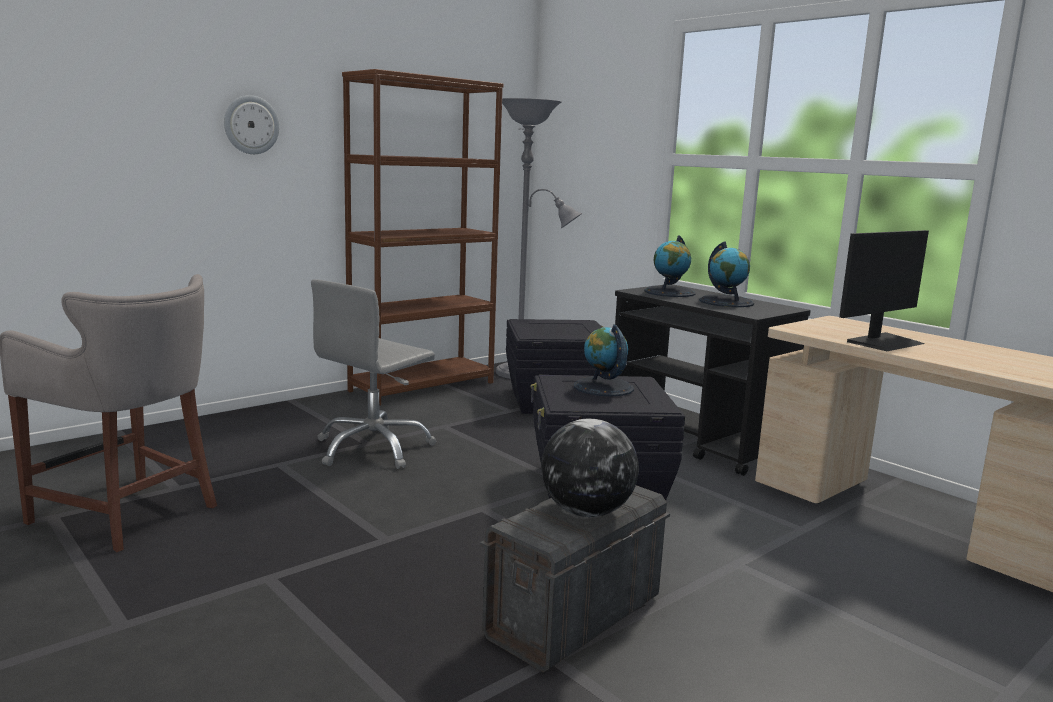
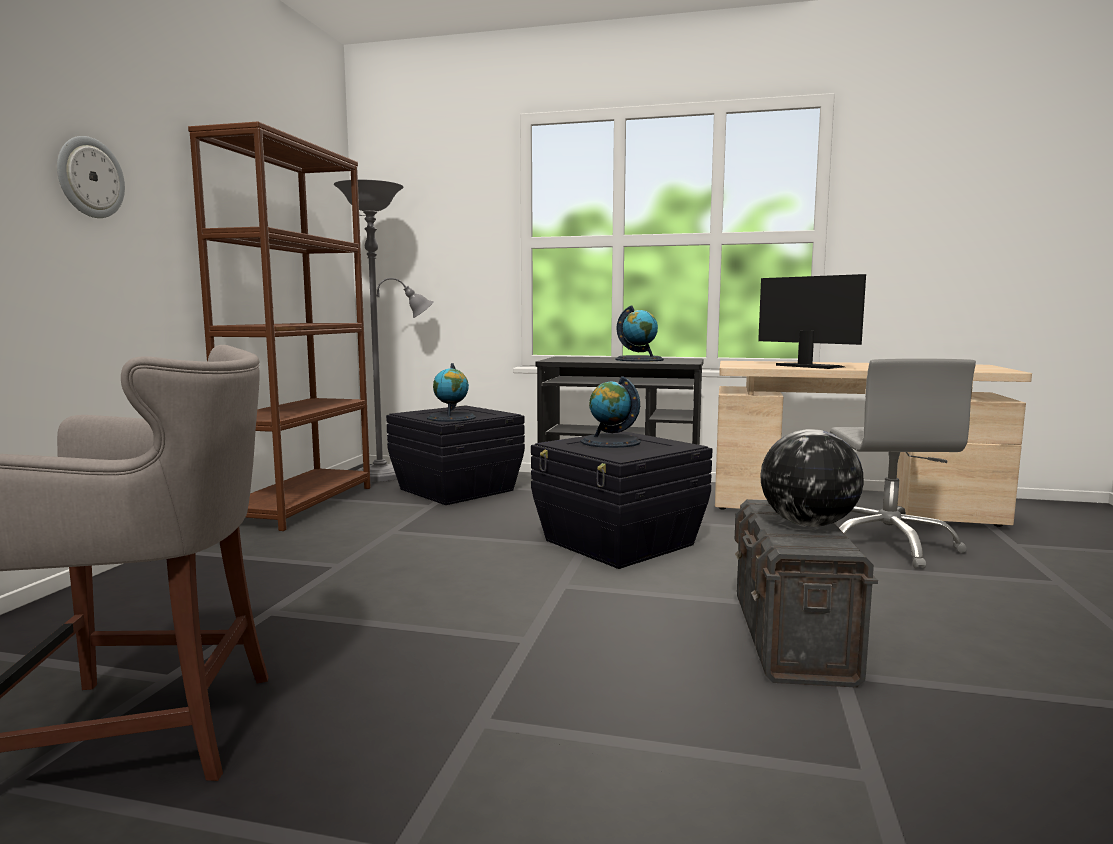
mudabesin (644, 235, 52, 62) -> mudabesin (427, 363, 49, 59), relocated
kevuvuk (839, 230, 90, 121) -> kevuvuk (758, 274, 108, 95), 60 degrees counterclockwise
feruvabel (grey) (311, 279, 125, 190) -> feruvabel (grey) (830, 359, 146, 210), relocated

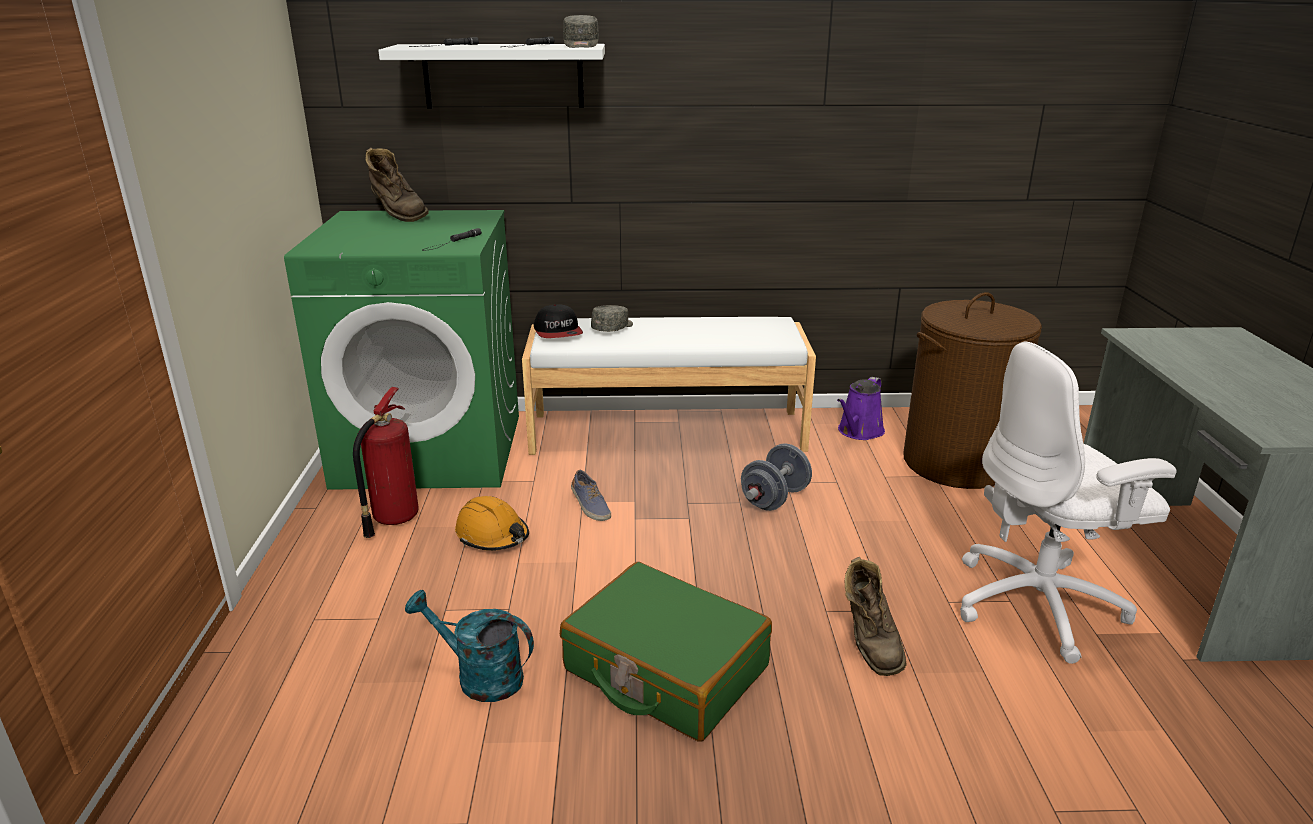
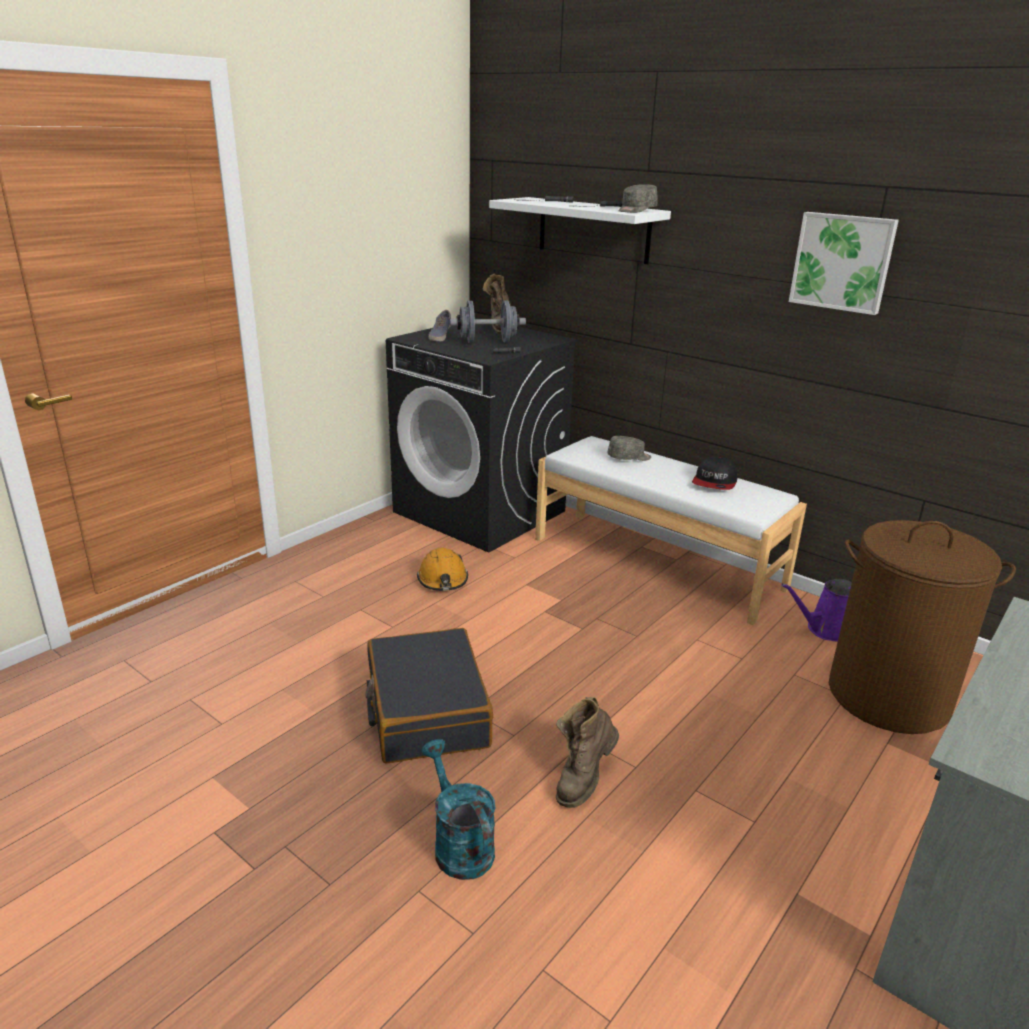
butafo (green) (560, 562, 212, 180) -> butafo (black) (365, 628, 128, 136)
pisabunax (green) (284, 210, 235, 280) -> pisabunax (black) (386, 318, 192, 235)
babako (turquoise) (405, 590, 129, 112) -> babako (turquoise) (421, 739, 75, 141), relocated
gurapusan (571, 470, 40, 51) -> gurapusan (429, 310, 22, 32), relocated
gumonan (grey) (741, 443, 71, 68) -> gumonan (grey) (450, 300, 76, 43), relocated
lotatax (534, 304, 49, 34) -> lotatax (692, 457, 46, 33), relocated
none -> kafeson (789, 212, 110, 103)
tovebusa (353, 387, 66, 151) -> none
feruvabel (white) (960, 341, 216, 323) -> none

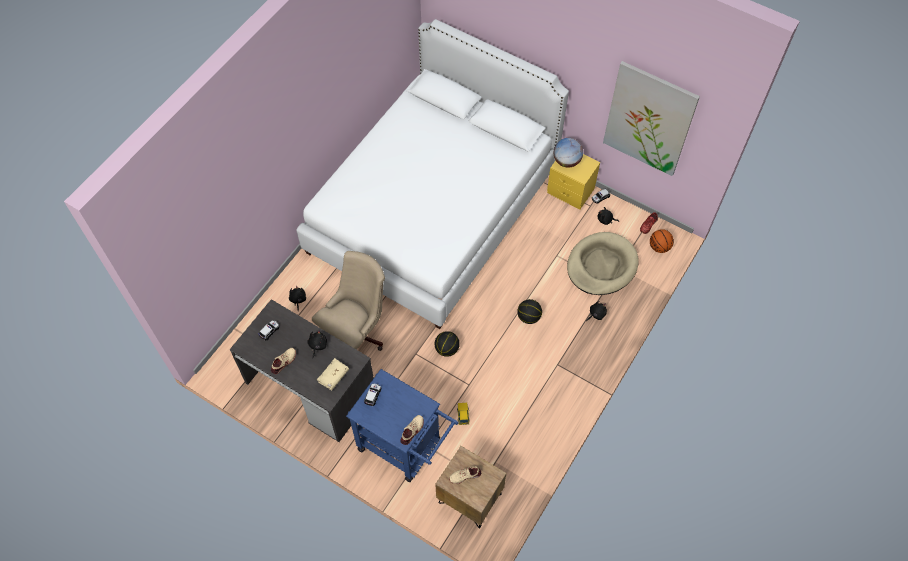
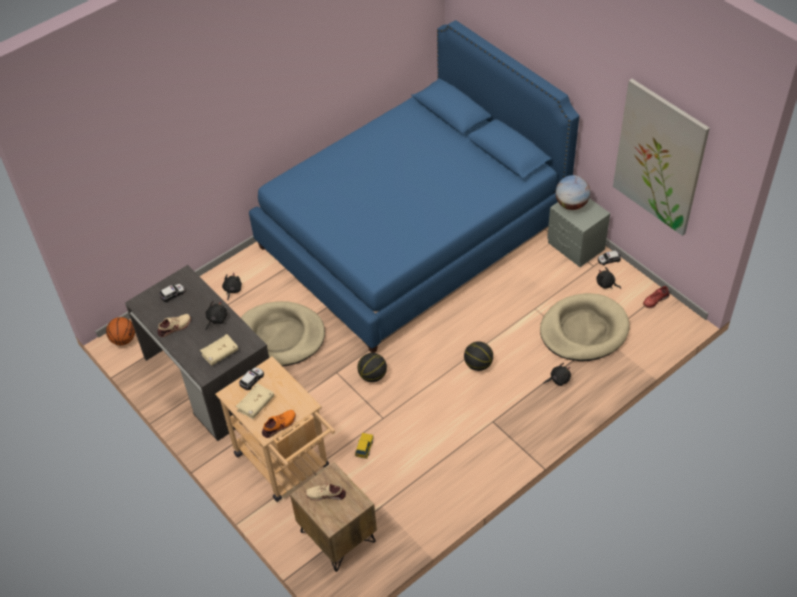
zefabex (650, 229, 24, 24) -> zefabex (106, 317, 29, 28), relocated
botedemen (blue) (346, 369, 112, 113) -> botedemen (beige) (215, 356, 120, 146)
none -> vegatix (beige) (235, 383, 39, 36)
feruvabel (beige) (312, 251, 73, 100) -> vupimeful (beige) (241, 301, 84, 65)
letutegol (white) (296, 19, 273, 310) -> letutegol (blue) (249, 20, 330, 333)
gurapusan (beige) (400, 415, 24, 30) -> gurapusan (orange) (262, 410, 34, 28)
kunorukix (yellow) (547, 154, 53, 55) -> kunorukix (grey) (547, 199, 63, 68)

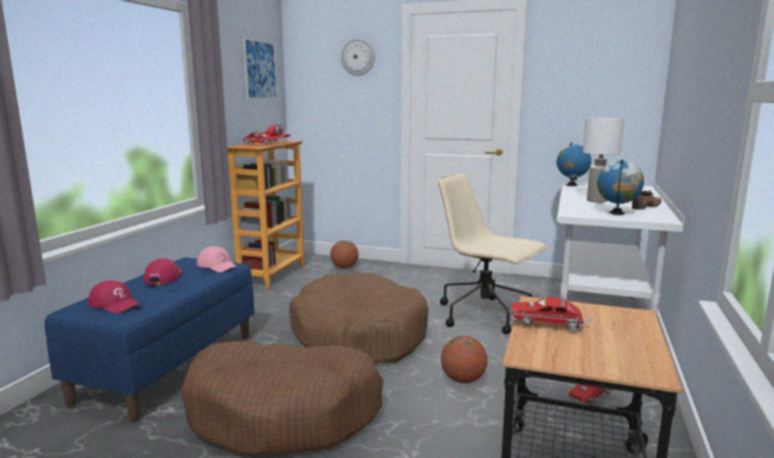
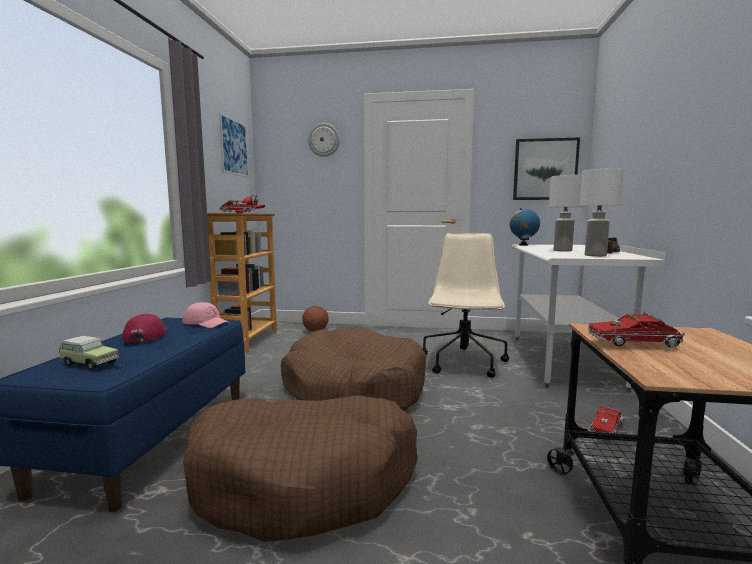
lotatax (red) (88, 280, 53, 33) -> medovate (59, 336, 60, 34)
feruvabel (beige) (438, 173, 109, 161) -> feruvabel (beige) (422, 233, 88, 145), 75 degrees clockwise
none -> kafeson (513, 138, 67, 62)
mudabesin (597, 160, 47, 55) -> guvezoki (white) (580, 168, 44, 89)
zefabex (441, 336, 47, 47) -> none

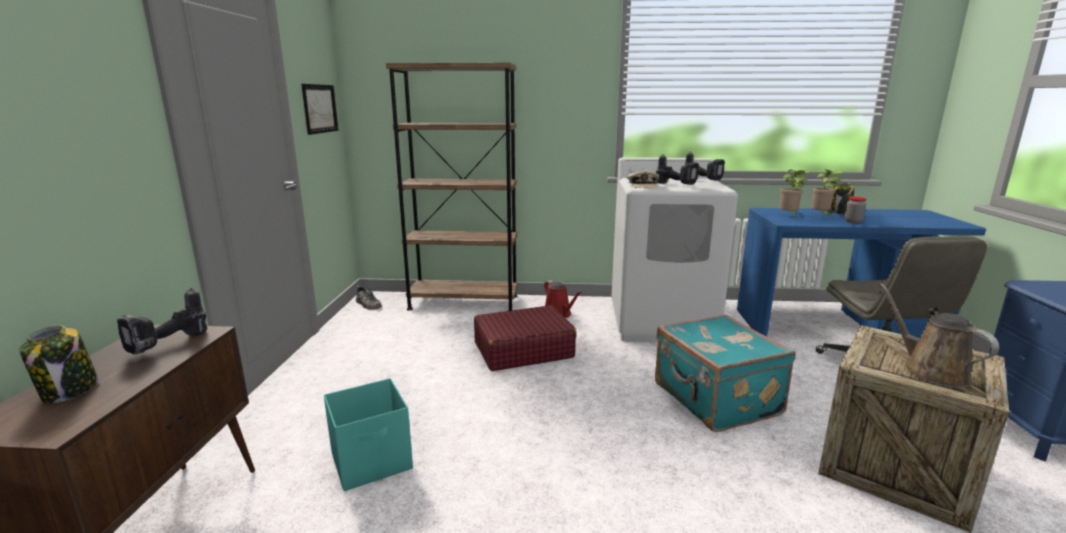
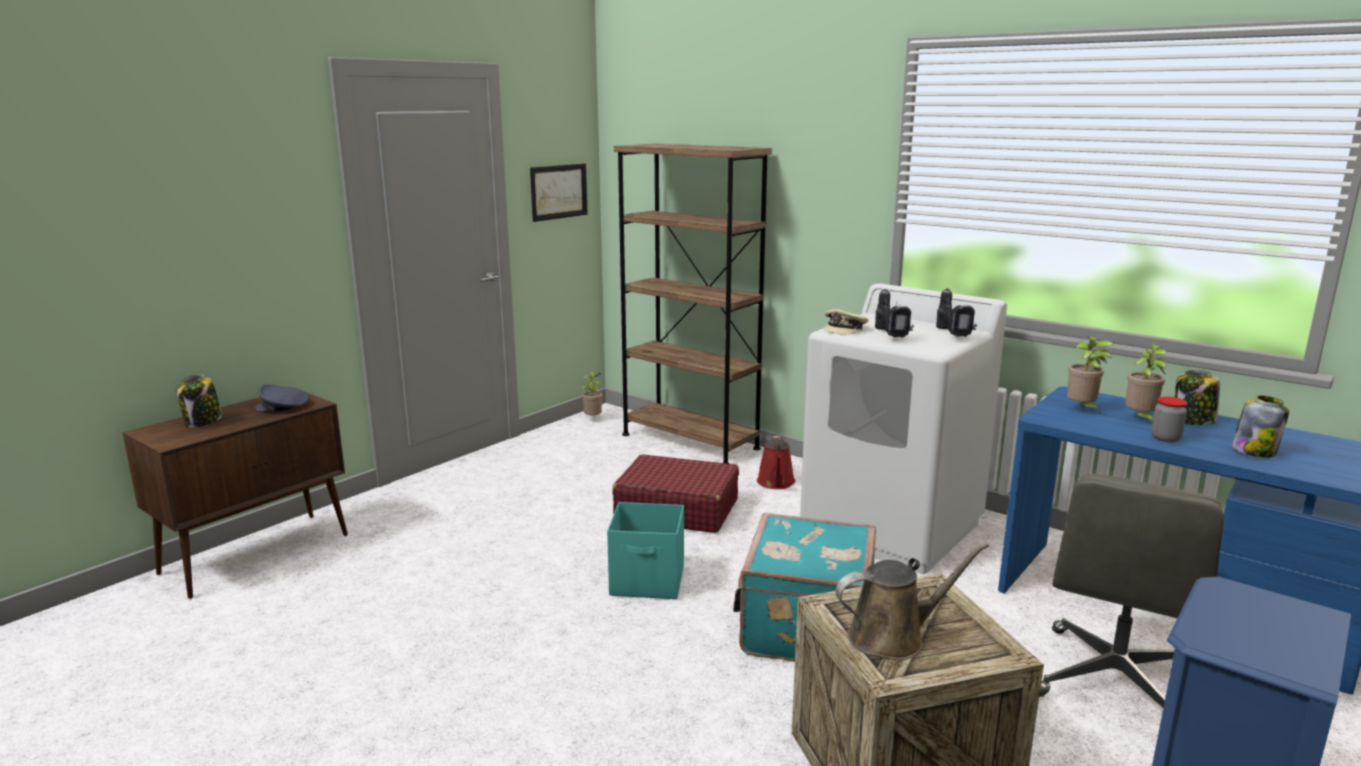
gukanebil (117, 288, 90, 67) -> lotatax (grey) (256, 384, 53, 28)
gurapusan (356, 286, 26, 24) -> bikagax (581, 372, 22, 43)
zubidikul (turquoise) (324, 378, 89, 113) -> zubidikul (turquoise) (607, 502, 77, 97), relocated
babako (brown) (879, 283, 120, 105) -> babako (brown) (836, 543, 153, 117), 60 degrees clockwise
none -> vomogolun (1232, 395, 57, 63)

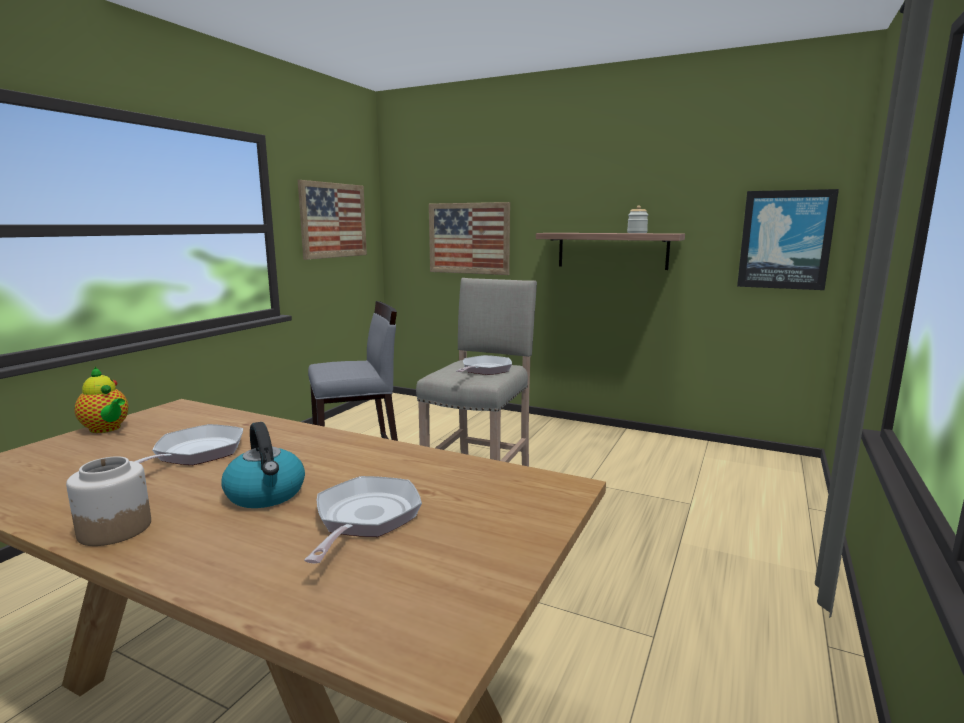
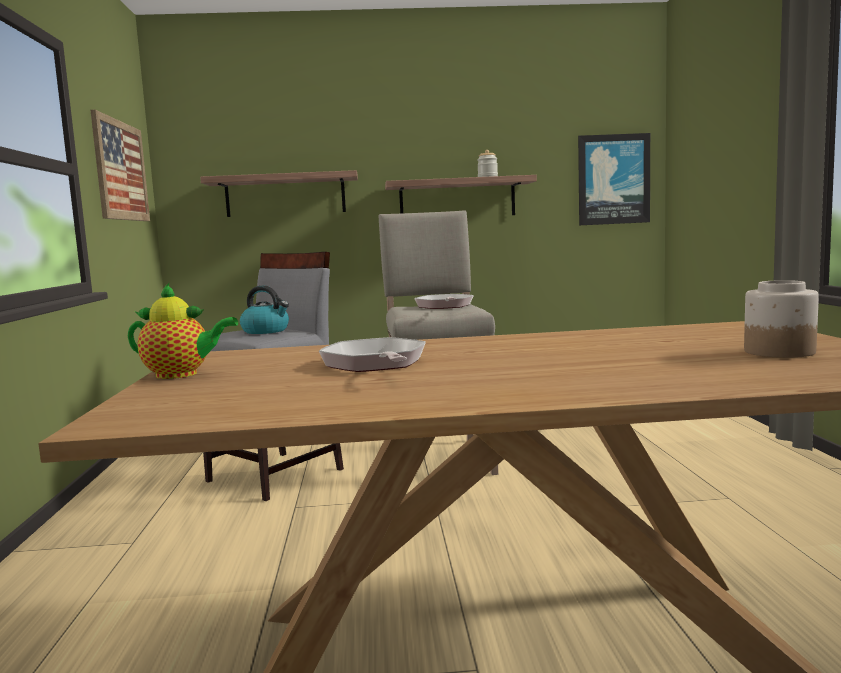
kafeson (429, 202, 81, 73) -> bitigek (200, 170, 158, 47)
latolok (222, 422, 83, 86) -> latolok (240, 286, 49, 48), relocated
vomogolun (66, 456, 85, 90) -> vomogolun (744, 280, 75, 78), relocated
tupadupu (304, 476, 118, 87) -> none

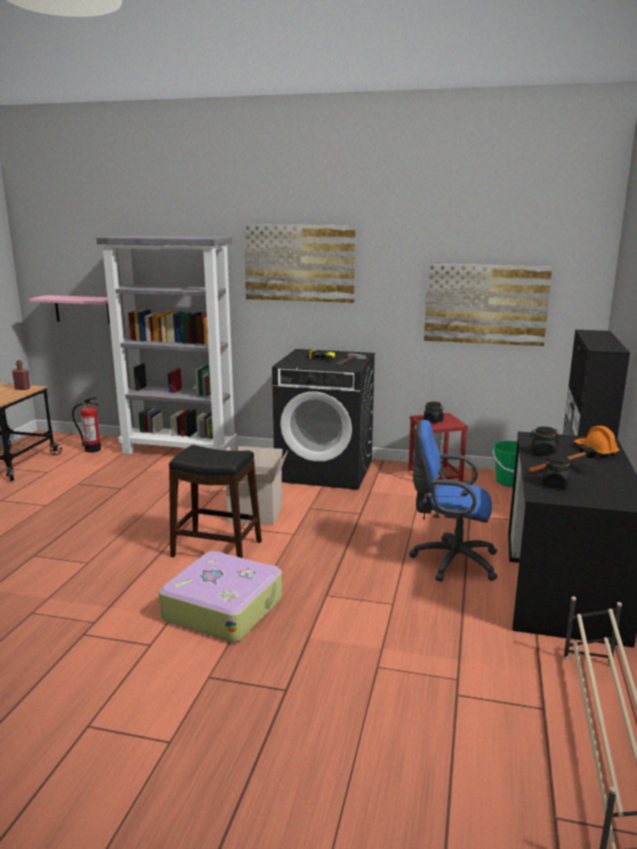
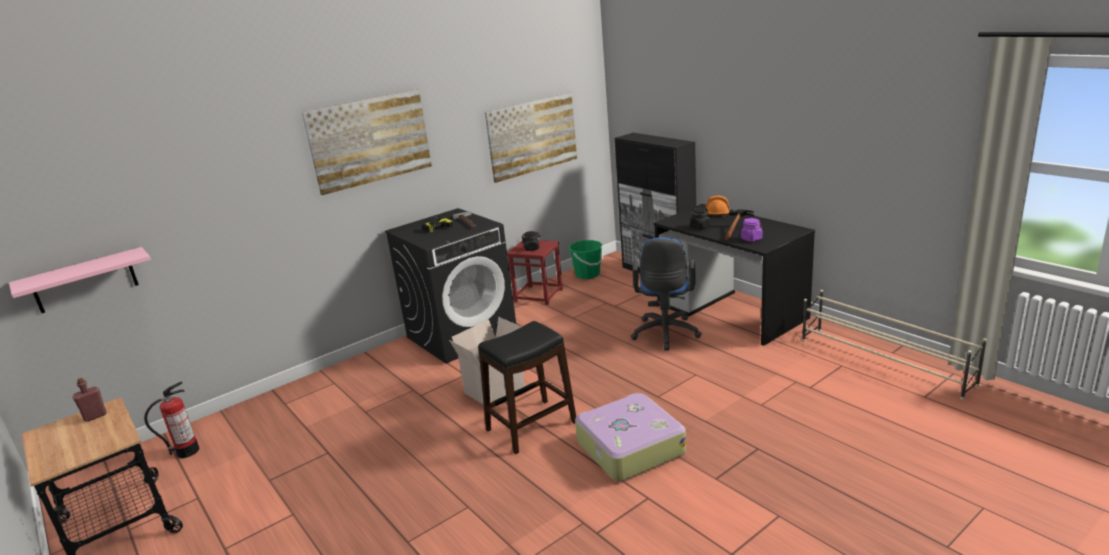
feruvabel (blue) (409, 420, 89, 162) -> feruvabel (blue) (631, 238, 71, 113), 45 degrees counterclockwise
vomogolun (black) (542, 454, 28, 34) -> vomogolun (purple) (741, 218, 22, 24)
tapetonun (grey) (96, 235, 141, 219) -> none

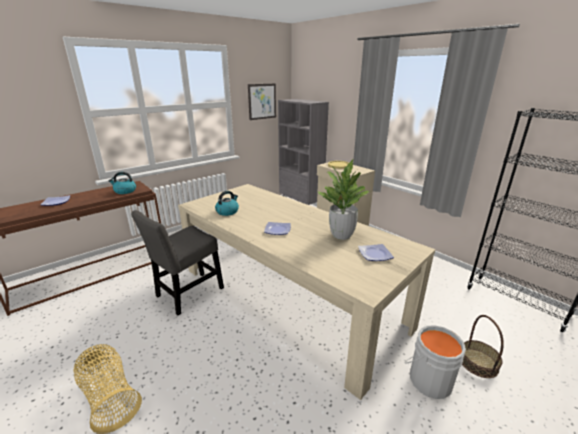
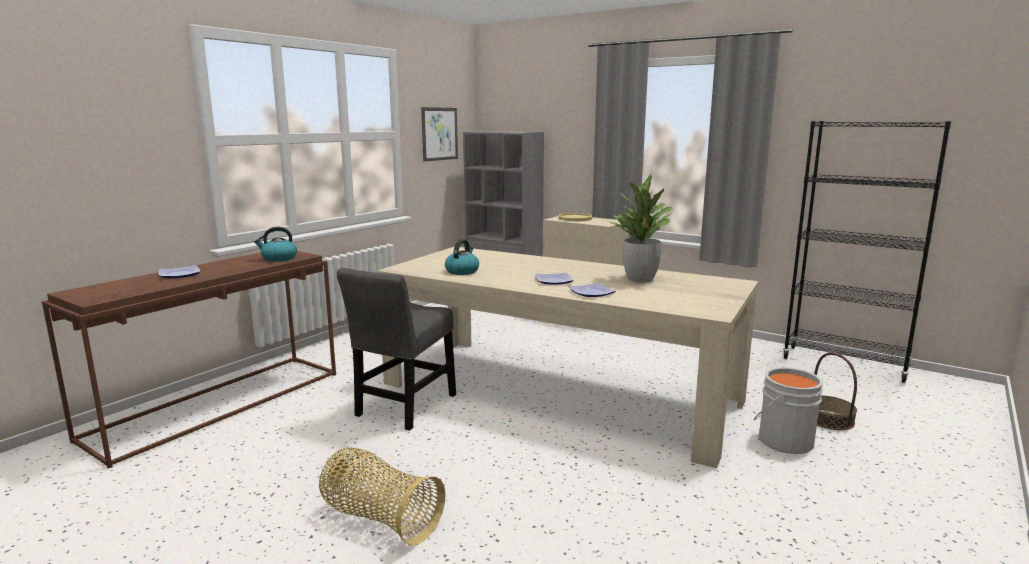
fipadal (358, 244, 36, 17) -> fipadal (569, 283, 47, 14), relocated

